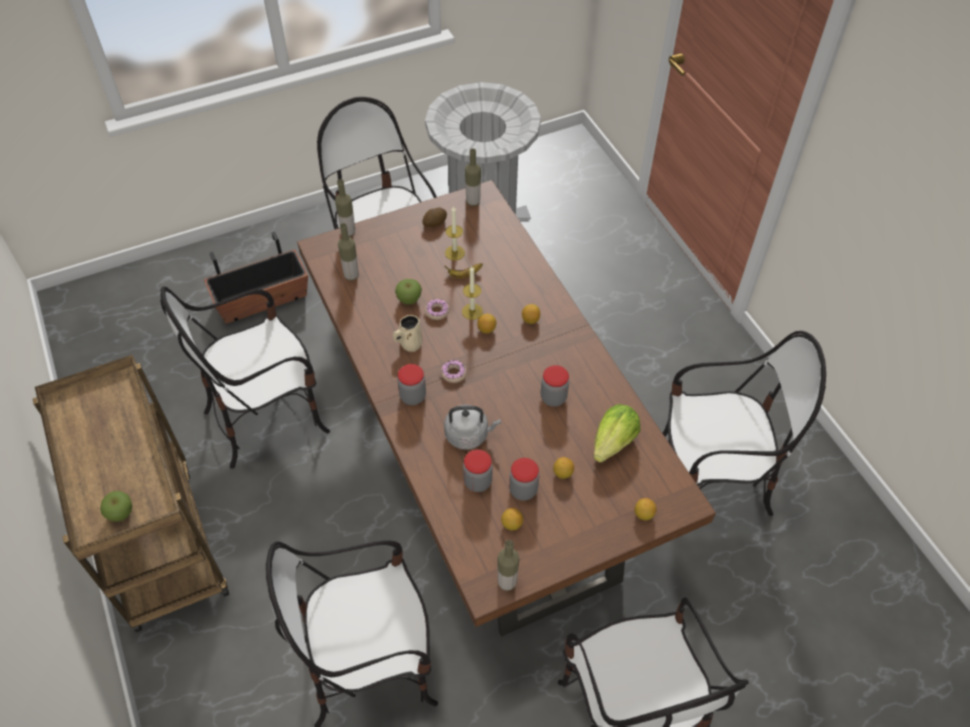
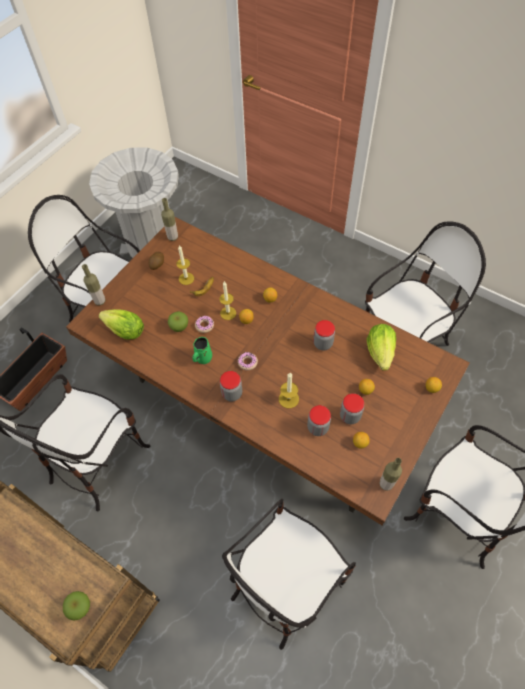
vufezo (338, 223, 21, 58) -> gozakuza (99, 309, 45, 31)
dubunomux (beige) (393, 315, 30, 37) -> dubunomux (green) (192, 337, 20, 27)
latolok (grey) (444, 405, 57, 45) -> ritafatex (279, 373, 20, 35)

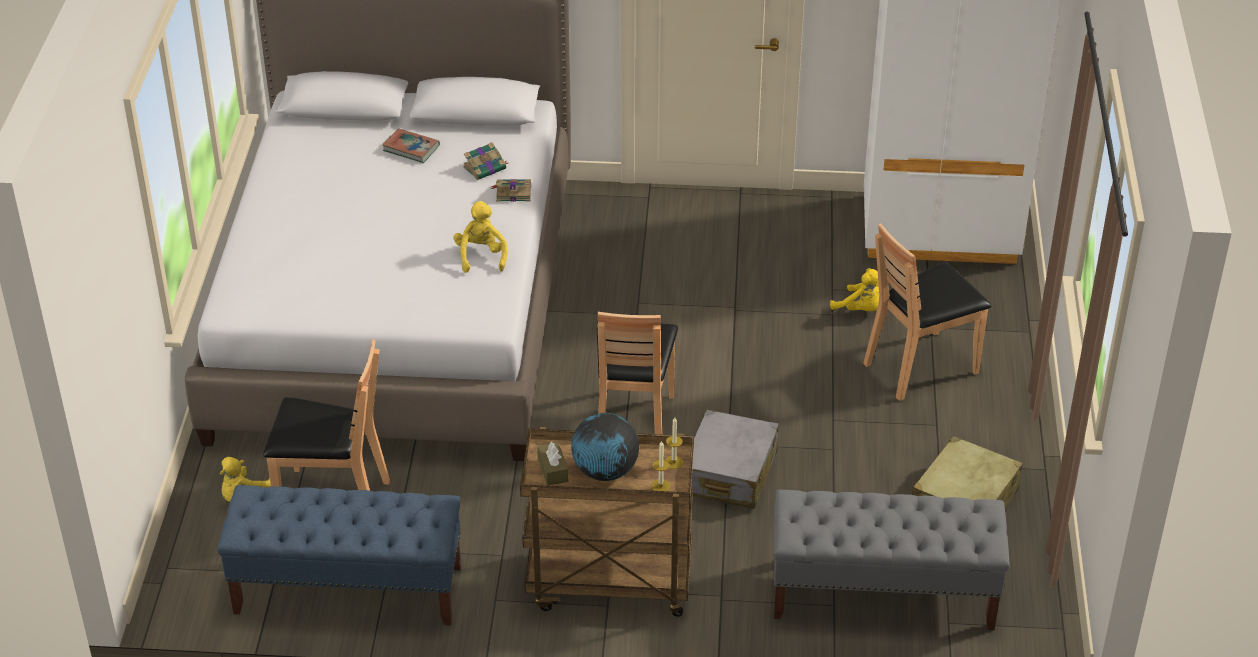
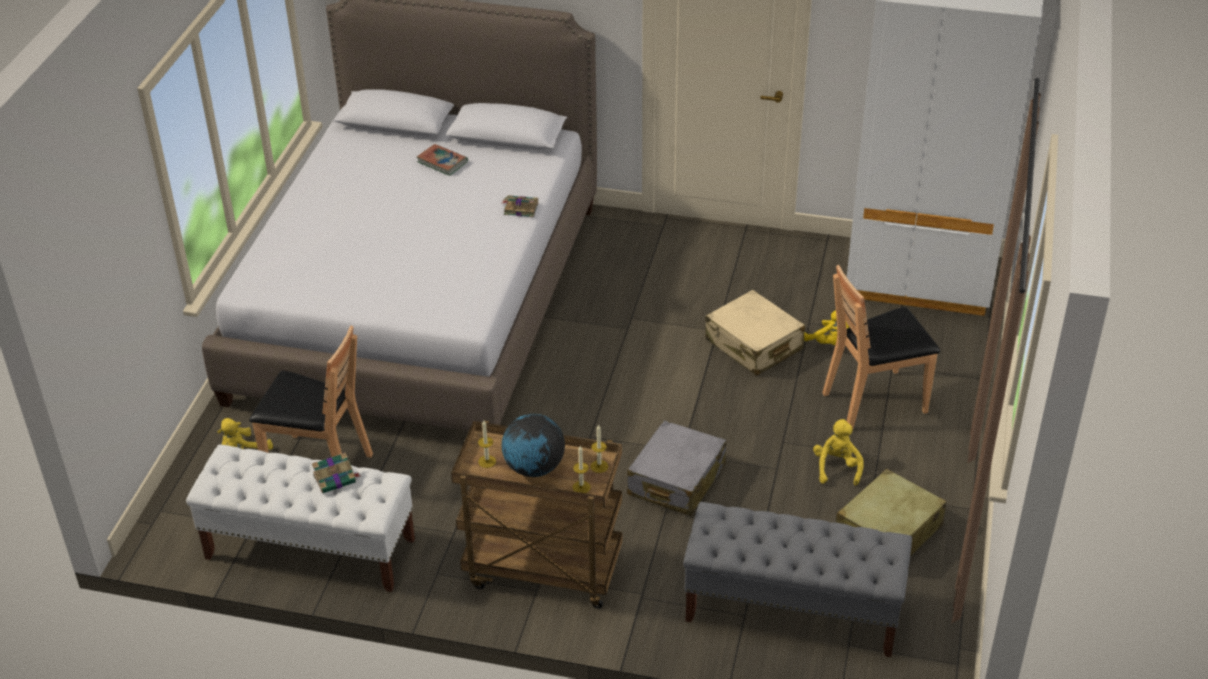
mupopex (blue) (217, 485, 244, 140) -> mupopex (white) (186, 444, 229, 148)
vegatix (463, 142, 45, 38) -> vegatix (312, 452, 48, 41), relocated
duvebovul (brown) (537, 442, 31, 44) -> ritafatex (478, 420, 18, 48)
none -> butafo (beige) (705, 290, 100, 86)
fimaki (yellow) (453, 201, 55, 72) -> fimaki (yellow) (813, 419, 51, 67), relocated
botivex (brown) (597, 312, 81, 123) -> none

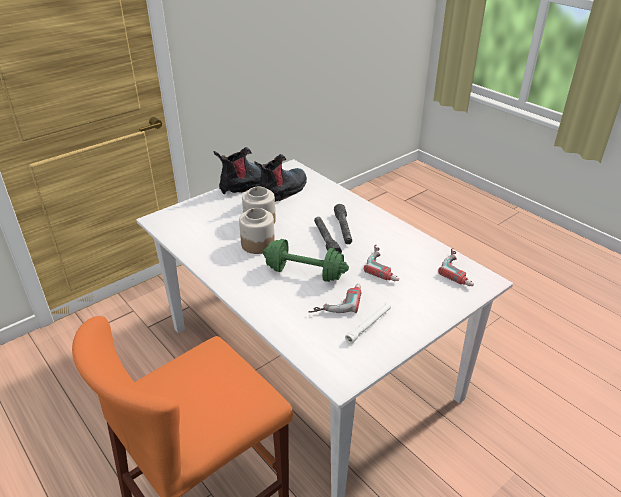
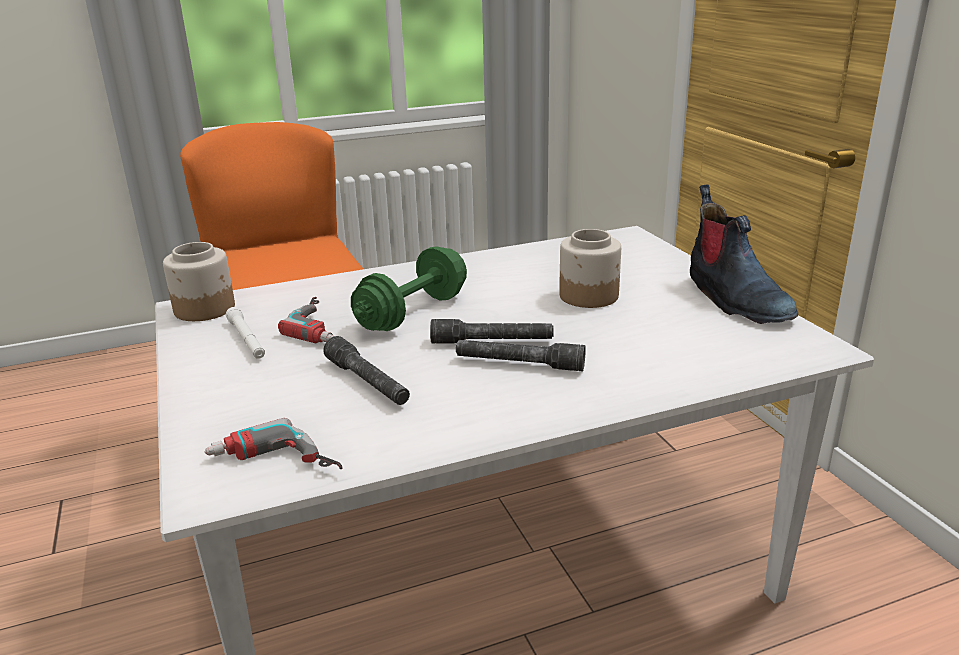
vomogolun (239, 208, 36, 46) -> vomogolun (163, 242, 72, 79), relocated
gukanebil (364, 245, 35, 36) -> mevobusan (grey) (323, 336, 87, 69)
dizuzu (254, 154, 53, 48) -> none

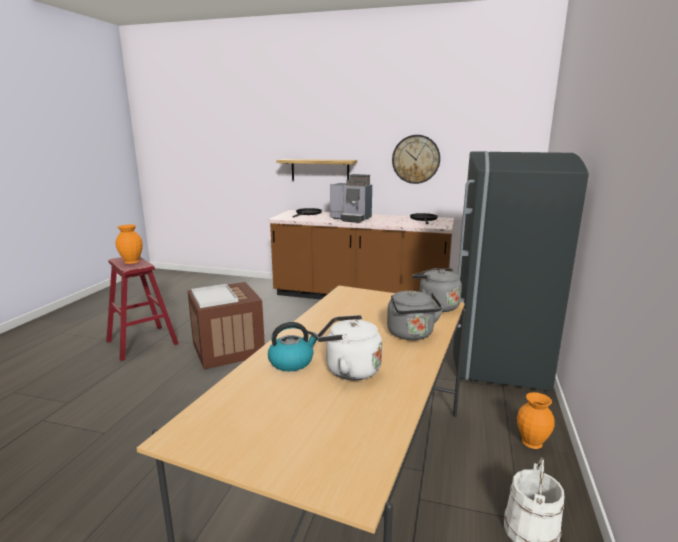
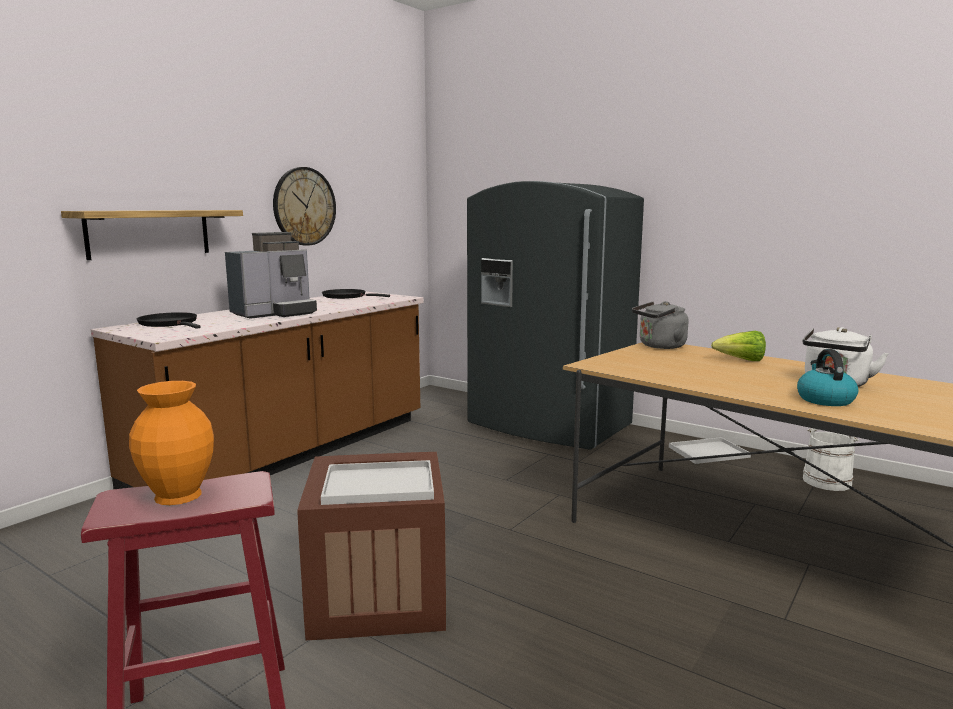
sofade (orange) (517, 392, 38, 57) -> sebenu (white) (669, 437, 82, 27)
latolok (grey) (387, 290, 57, 50) -> gozakuza (711, 331, 55, 30)

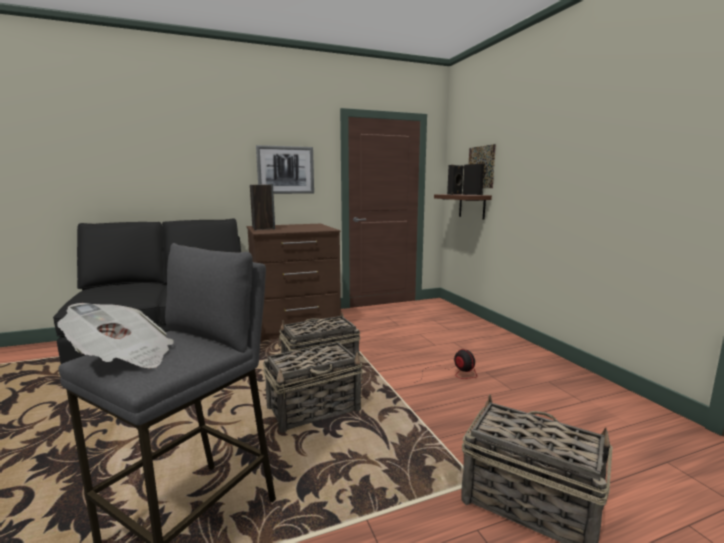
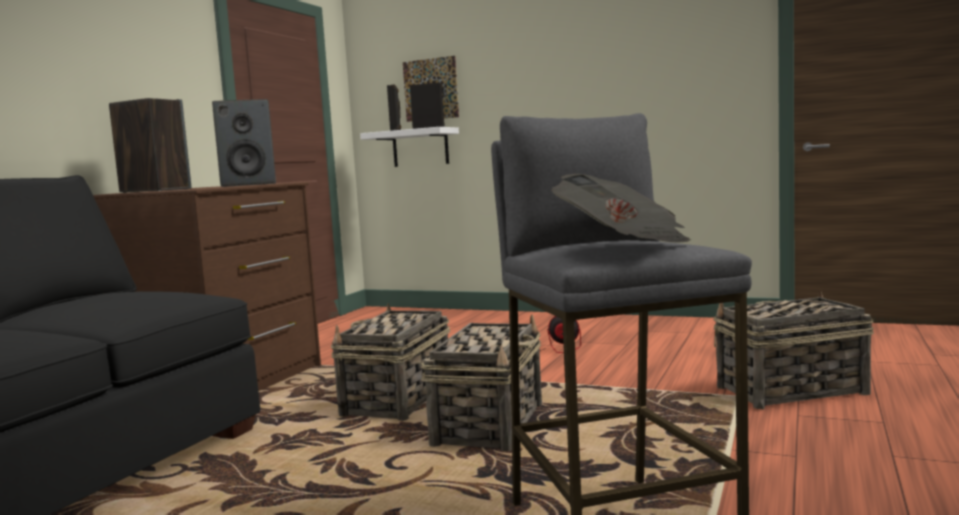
none -> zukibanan (212, 99, 64, 88)
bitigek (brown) (434, 194, 58, 26) -> bitigek (white) (360, 127, 99, 40)
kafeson (256, 145, 58, 49) -> none

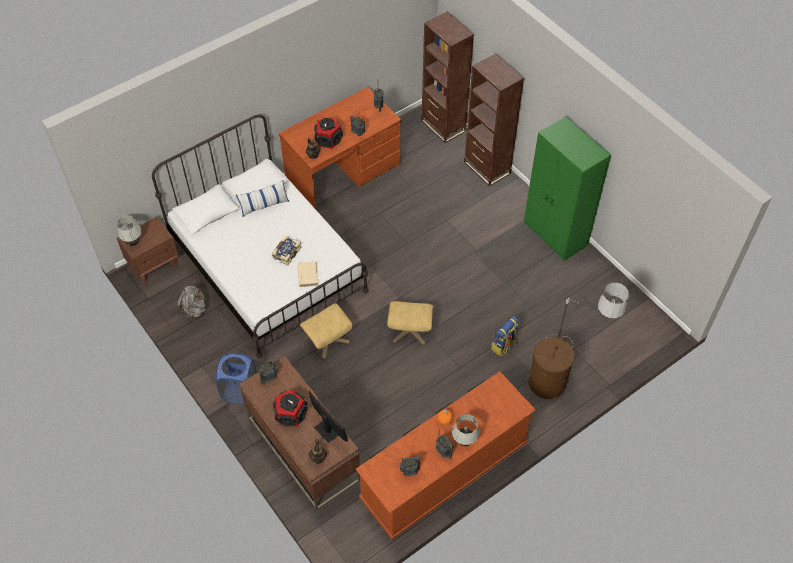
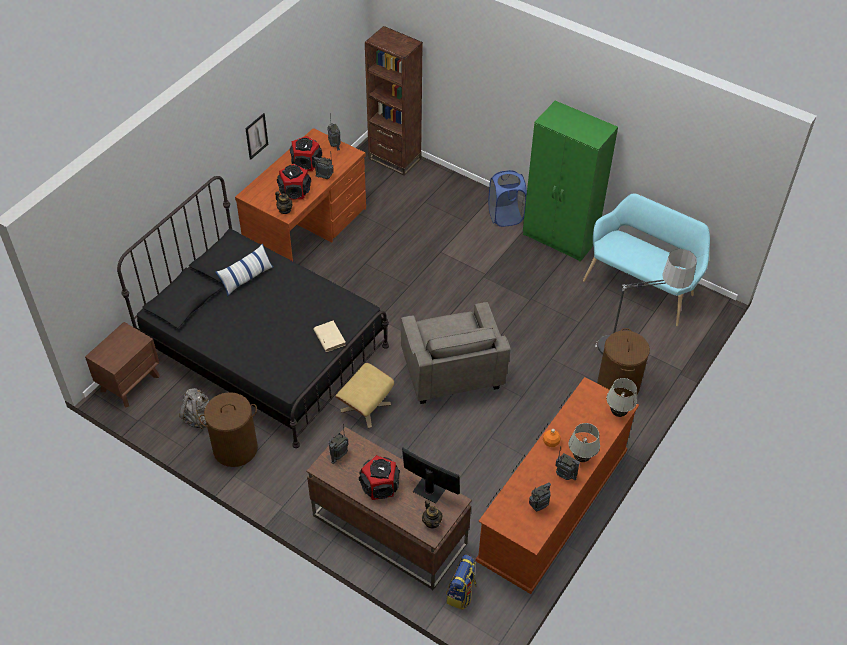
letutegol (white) (152, 115, 217, 243) -> letutegol (black) (117, 176, 272, 272)
none -> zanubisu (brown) (199, 392, 59, 75)
none -> kafeson (245, 113, 23, 47)
none -> zukibanan (290, 136, 32, 35)
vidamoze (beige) (387, 301, 47, 44) -> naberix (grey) (401, 302, 110, 102)
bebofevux (491, 316, 28, 41) -> bebofevux (446, 554, 31, 56), relocated
zanubisu (blue) (216, 353, 41, 52) -> zanubisu (blue) (488, 170, 39, 57), relocated
none -> mupopex (turquoise) (583, 193, 127, 133)
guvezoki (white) (117, 215, 25, 31) -> guvezoki (white) (606, 378, 31, 39), relocated
vegatix (272, 236, 29, 29) -> none
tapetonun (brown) (464, 53, 60, 133) -> none

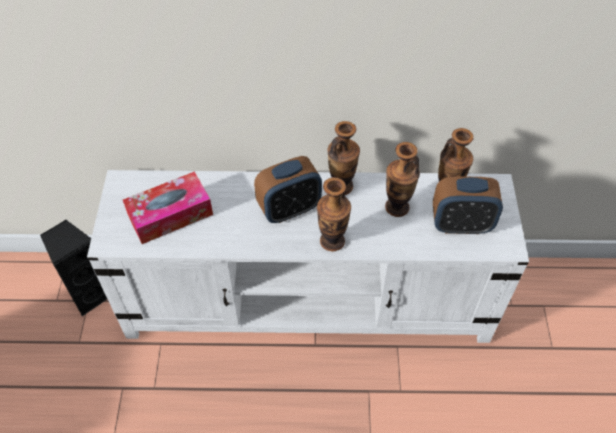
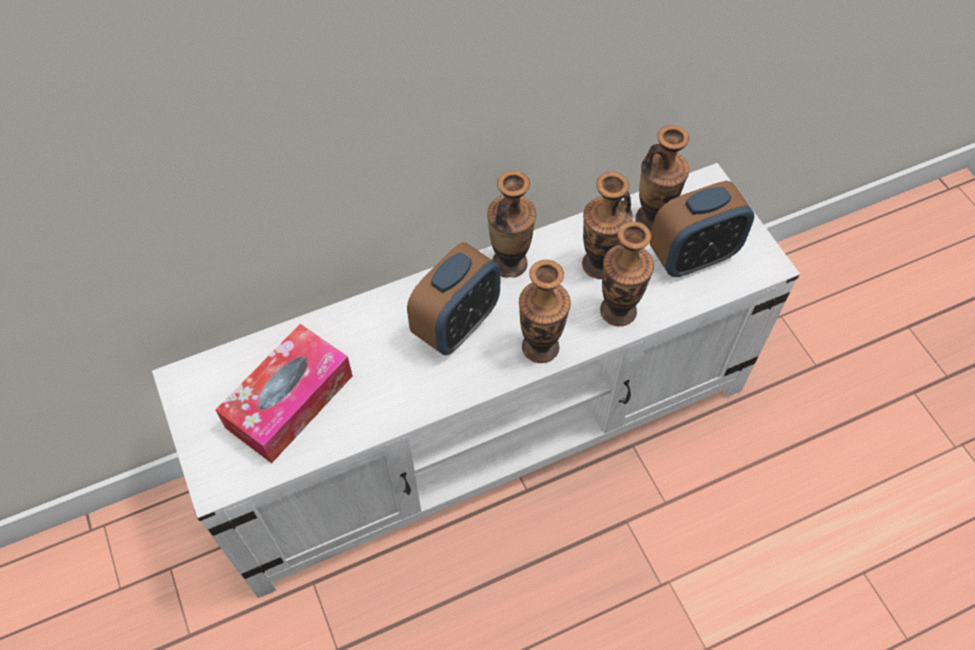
none -> sofade (600, 221, 54, 106)
zukibanan (black) (40, 220, 67, 96) -> none

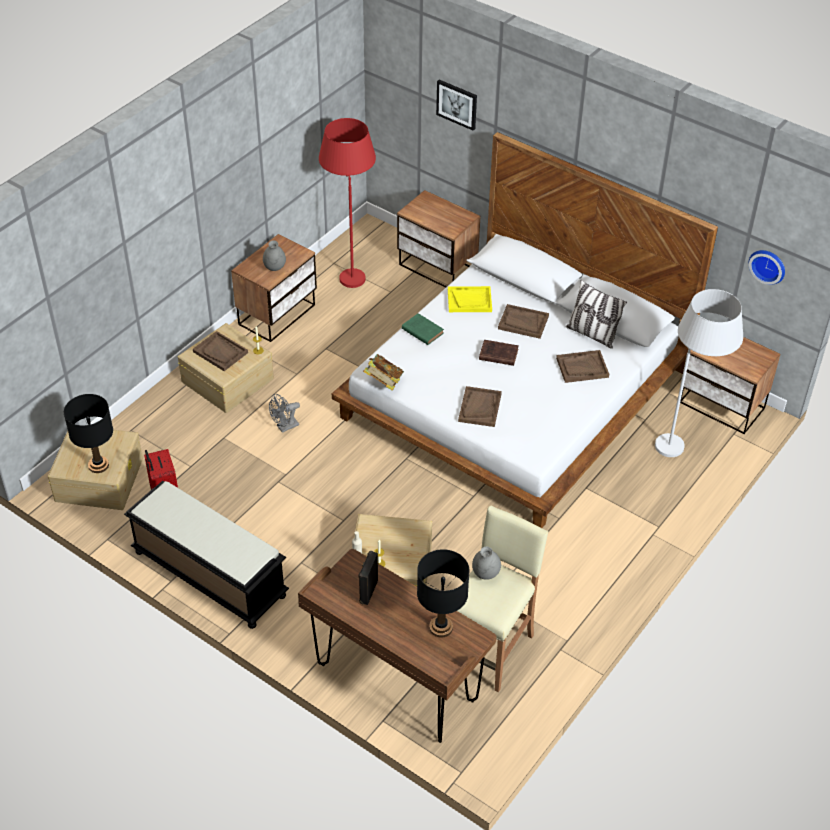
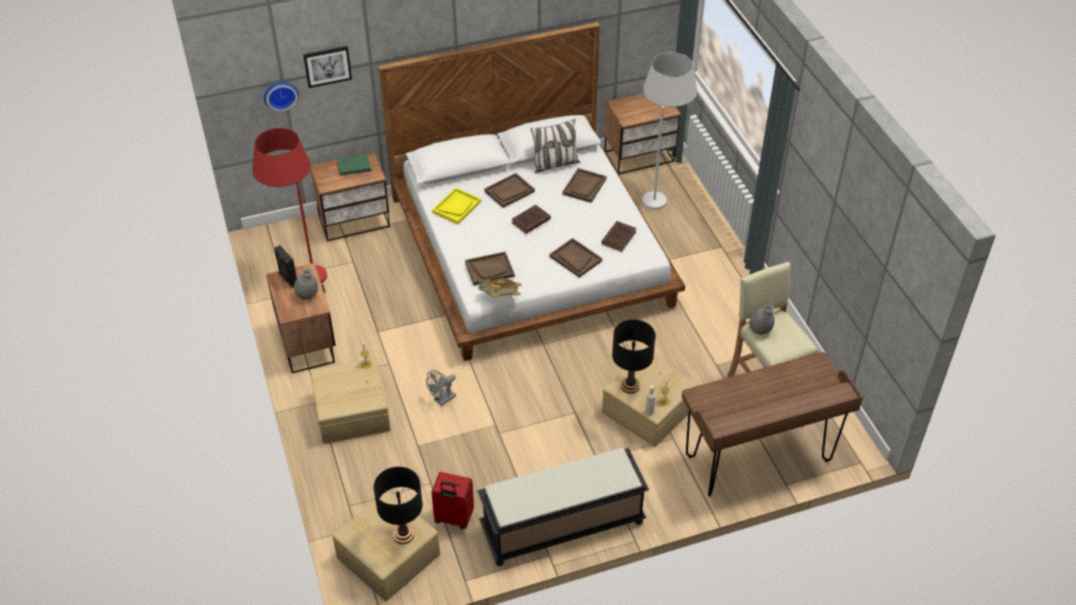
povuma (749, 250, 36, 35) -> povuma (264, 82, 35, 30), relocated
zukibanan (black) (359, 550, 19, 55) -> zukibanan (black) (274, 245, 23, 43), relocated
vegatix (green) (402, 313, 42, 32) -> vegatix (green) (337, 154, 34, 22), relocated
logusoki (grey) (269, 394, 31, 39) -> logusoki (grey) (426, 370, 30, 36), 45 degrees clockwise
sebenu (brown) (193, 331, 55, 40) -> sebenu (brown) (465, 252, 50, 33), relocated
none -> vegatix (brown) (601, 221, 35, 31)
guvezoki (black) (417, 549, 53, 89) -> guvezoki (black) (612, 320, 44, 74), relocated

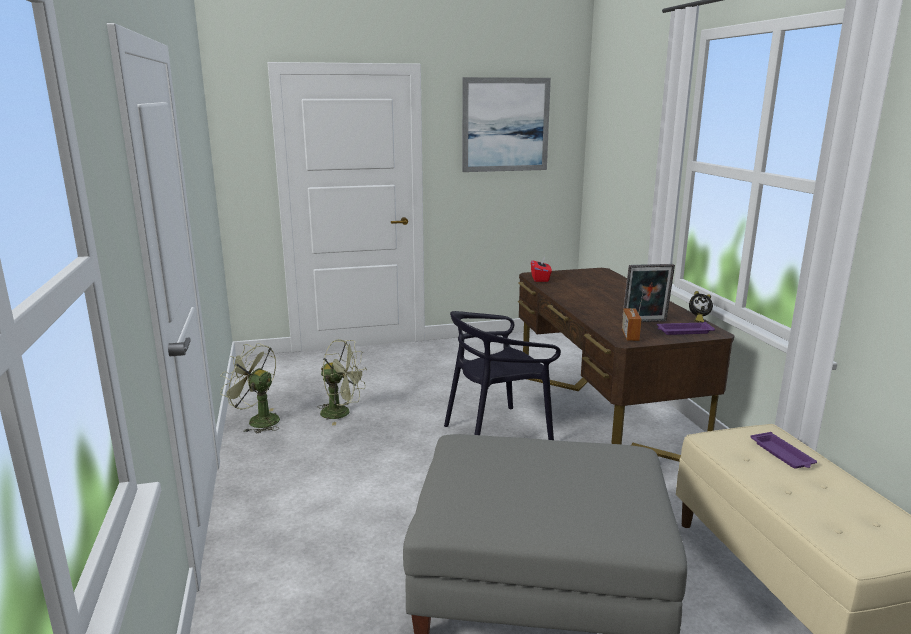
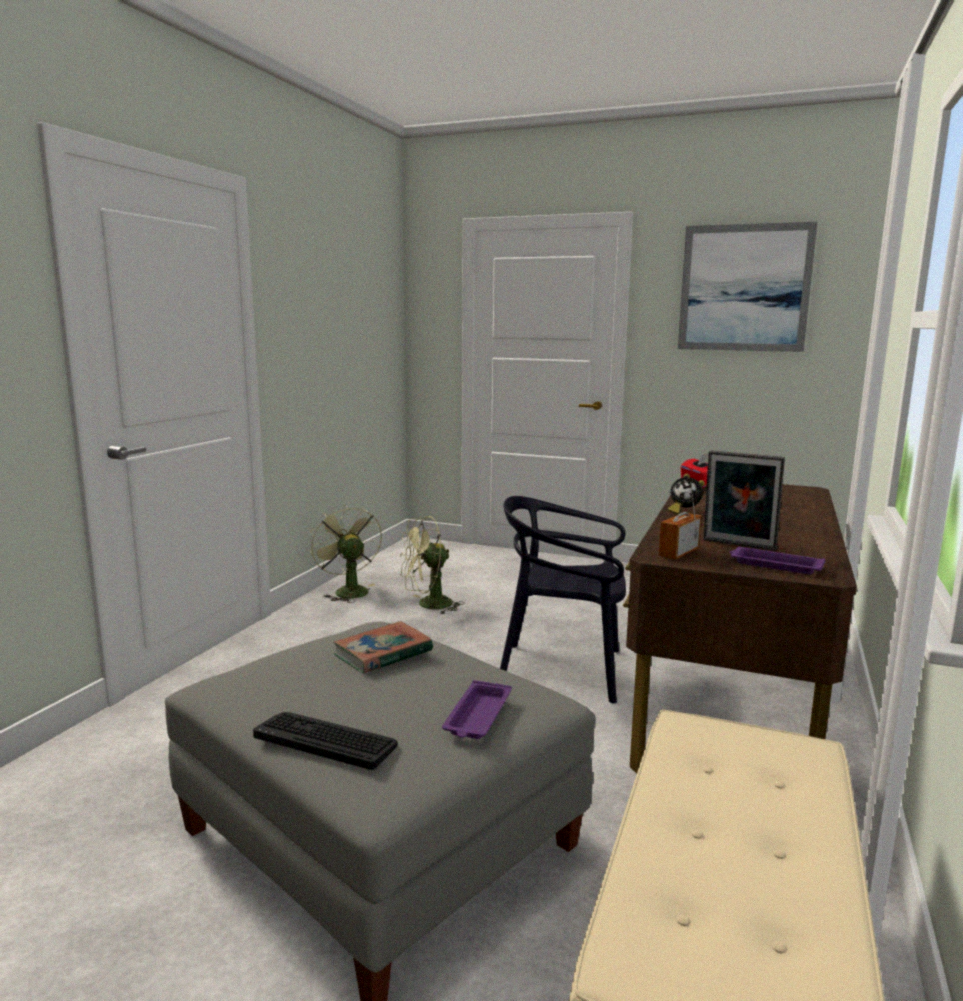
none -> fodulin (253, 712, 145, 58)
none -> vegatix (333, 621, 100, 52)
logusoki (green) (317, 339, 50, 86) -> logusoki (green) (399, 516, 64, 99), 105 degrees clockwise
sebenu (purple) (751, 432, 66, 37) -> sebenu (purple) (442, 680, 70, 59), relocated
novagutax (689, 291, 24, 32) -> novagutax (668, 474, 37, 41), relocated

